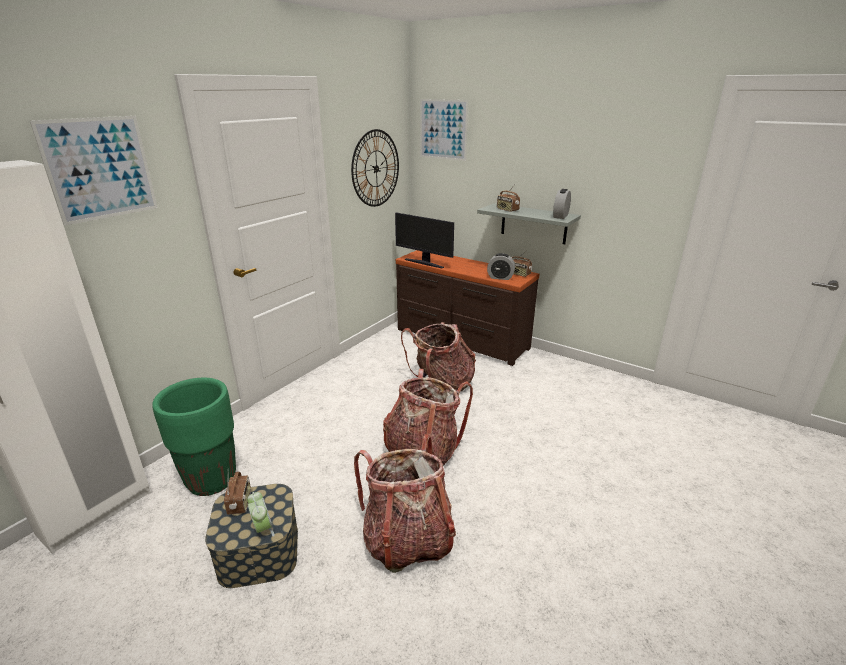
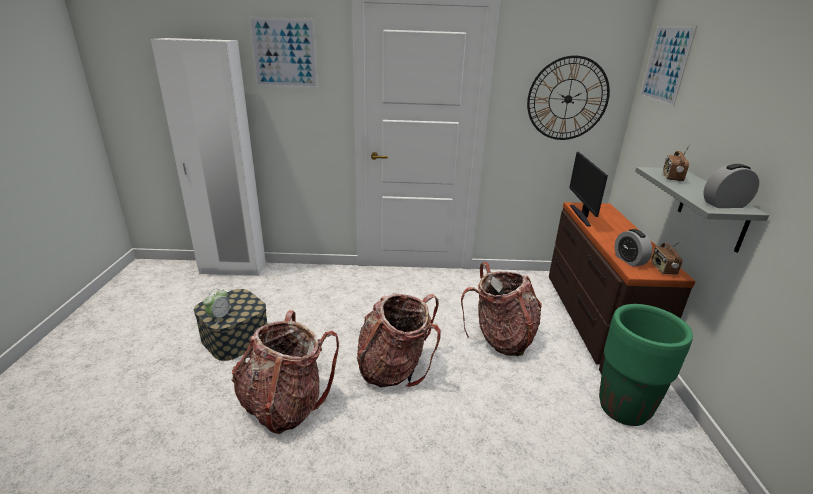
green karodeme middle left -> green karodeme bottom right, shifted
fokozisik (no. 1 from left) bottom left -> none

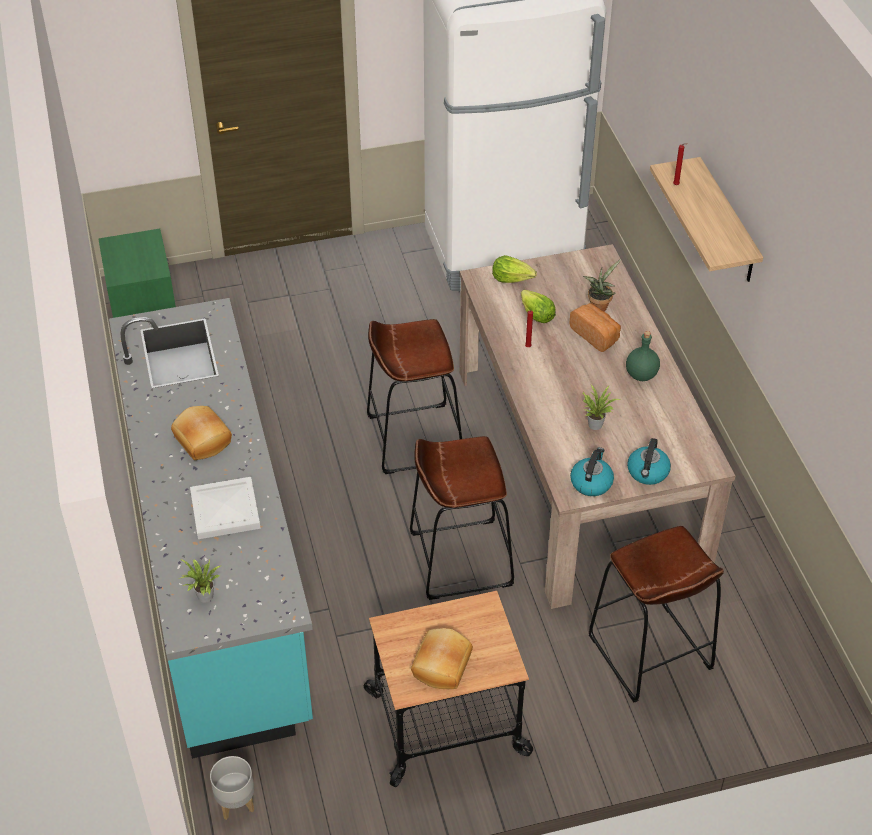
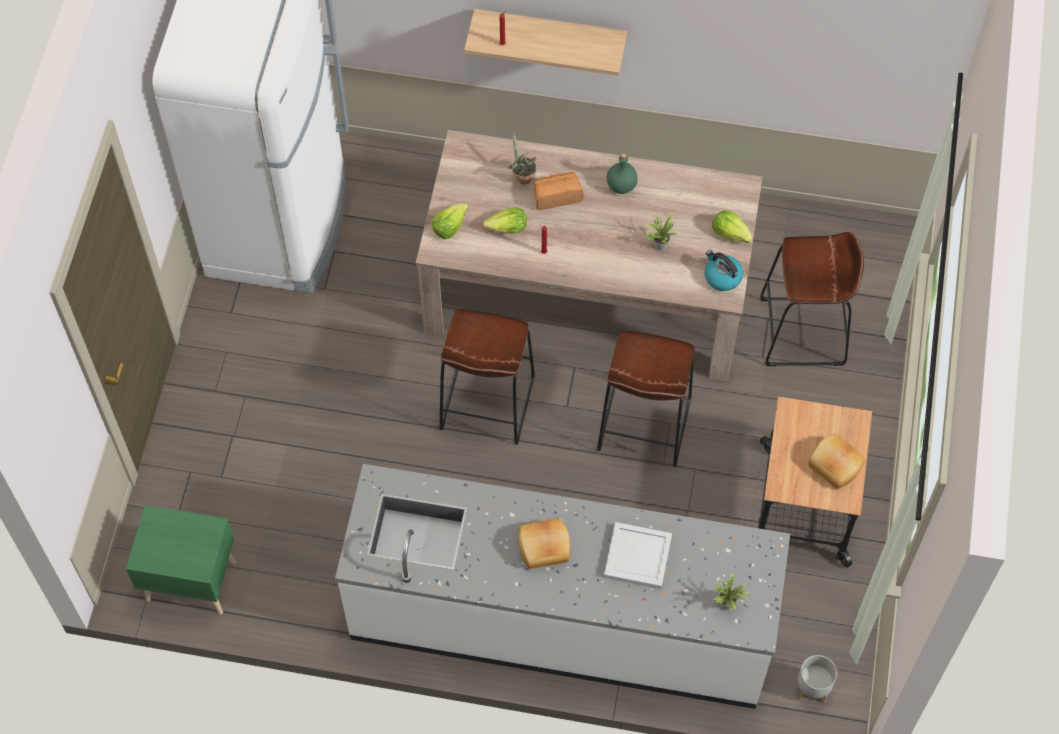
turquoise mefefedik middle left -> white mefefedik bottom centre
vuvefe (no. 2 from left) middle right -> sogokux (no. 3 from left) top right

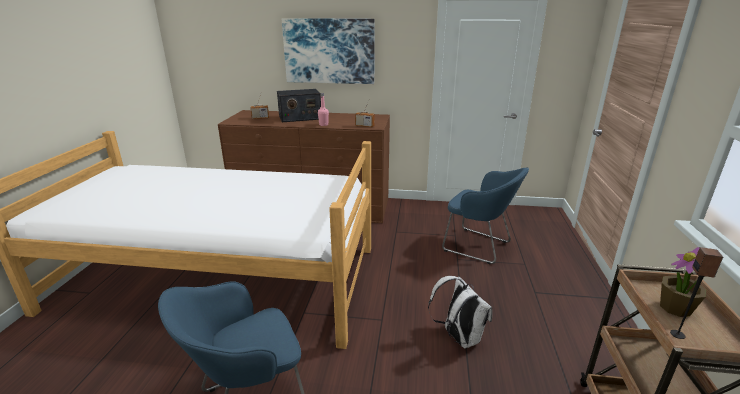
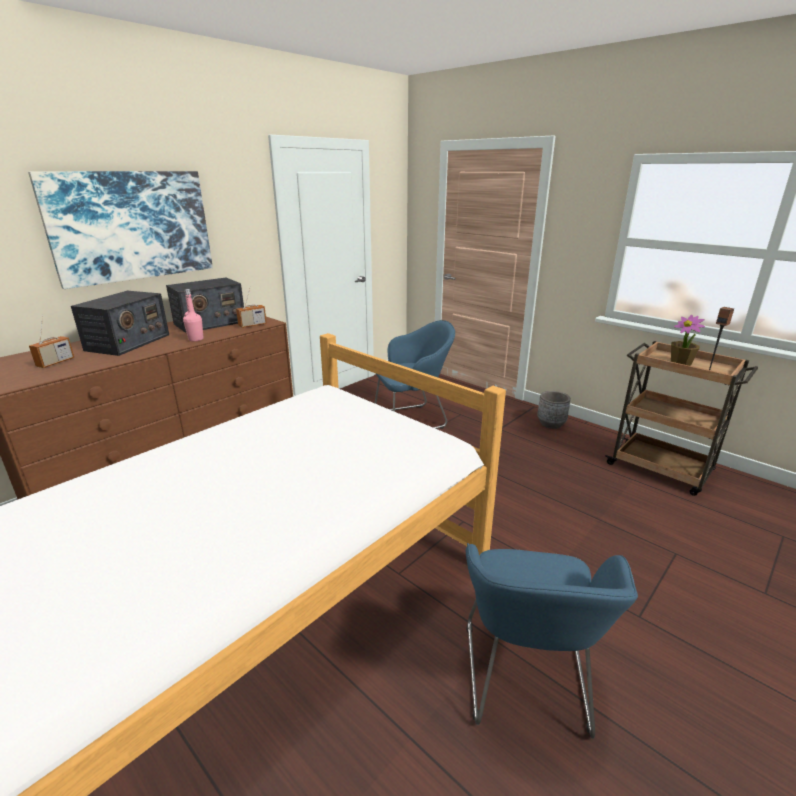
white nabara bottom centre -> none
none -> fokozisik (no. 3 from left) middle left
none -> grey karodeme middle right

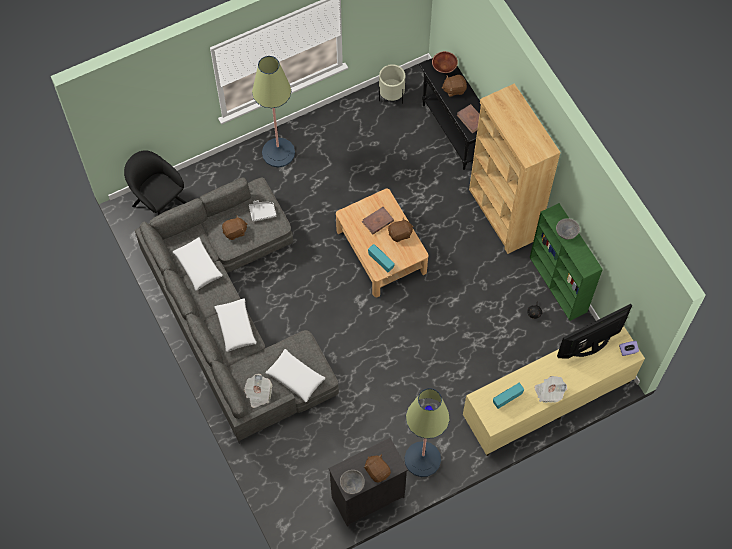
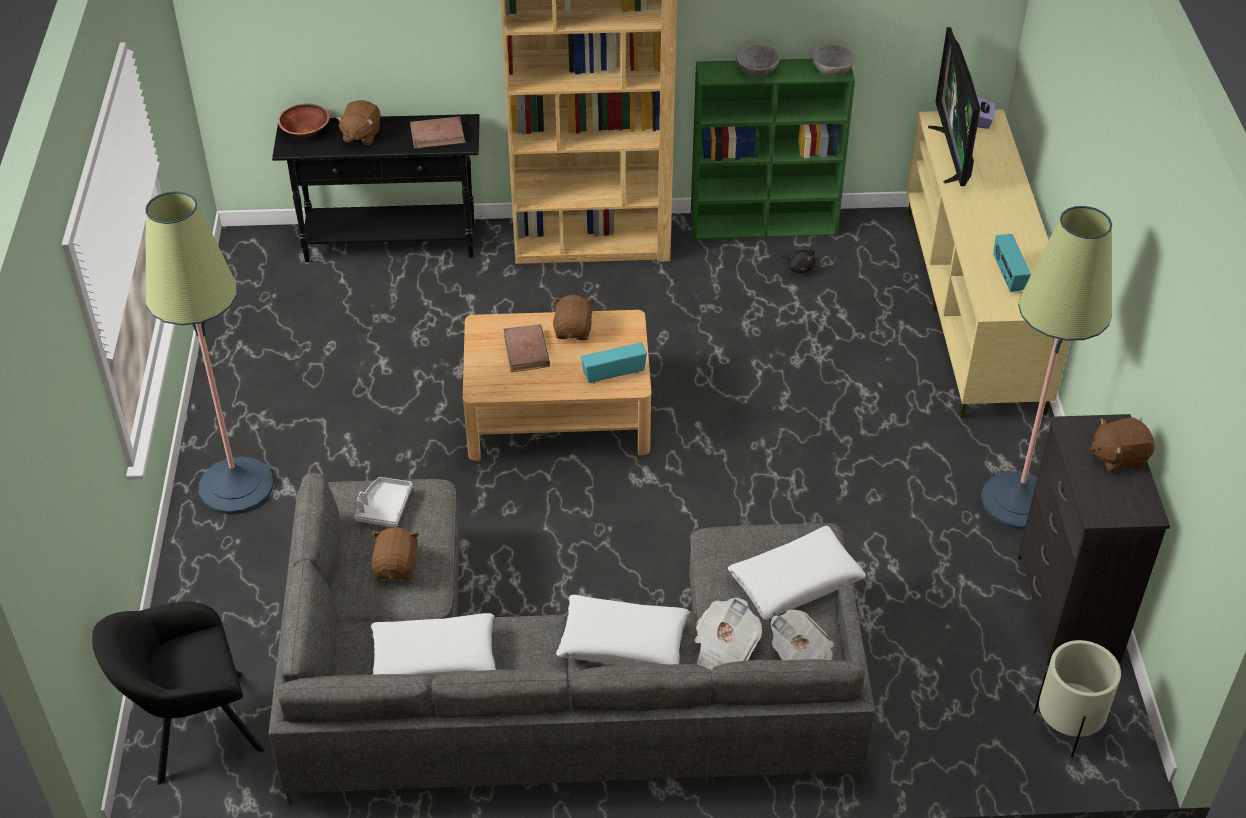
beige karodeme top centre -> beige karodeme bottom right, shifted
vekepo (no. 2 from left in the first image) bottom right -> vekepo (no. 1 from left) bottom centre, shifted
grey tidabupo (no. 1 from left in the first image) bottom centre -> grey tidabupo (no. 2 from left) top right, shifted

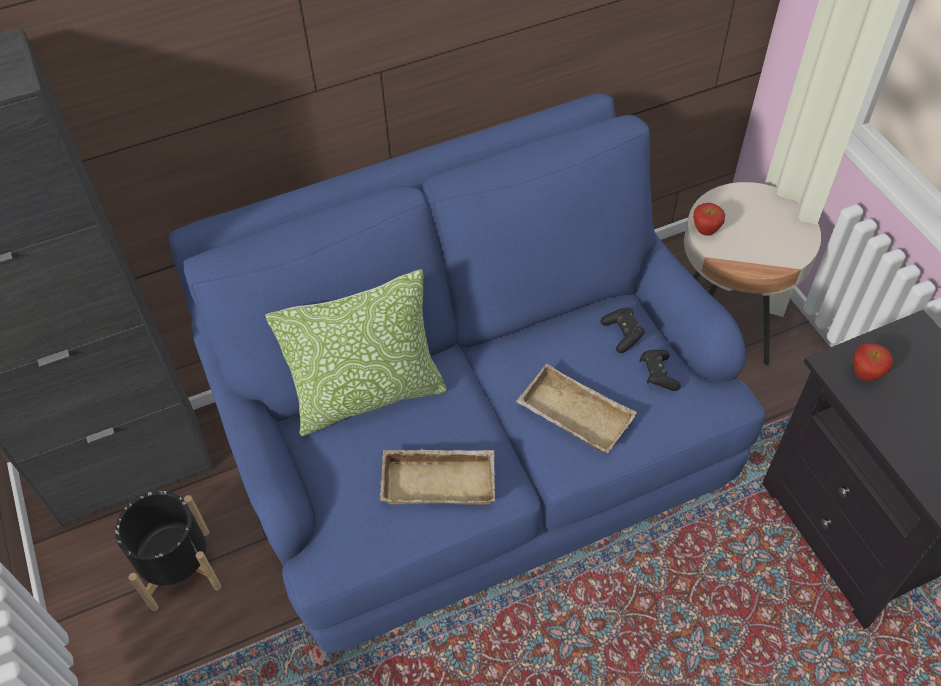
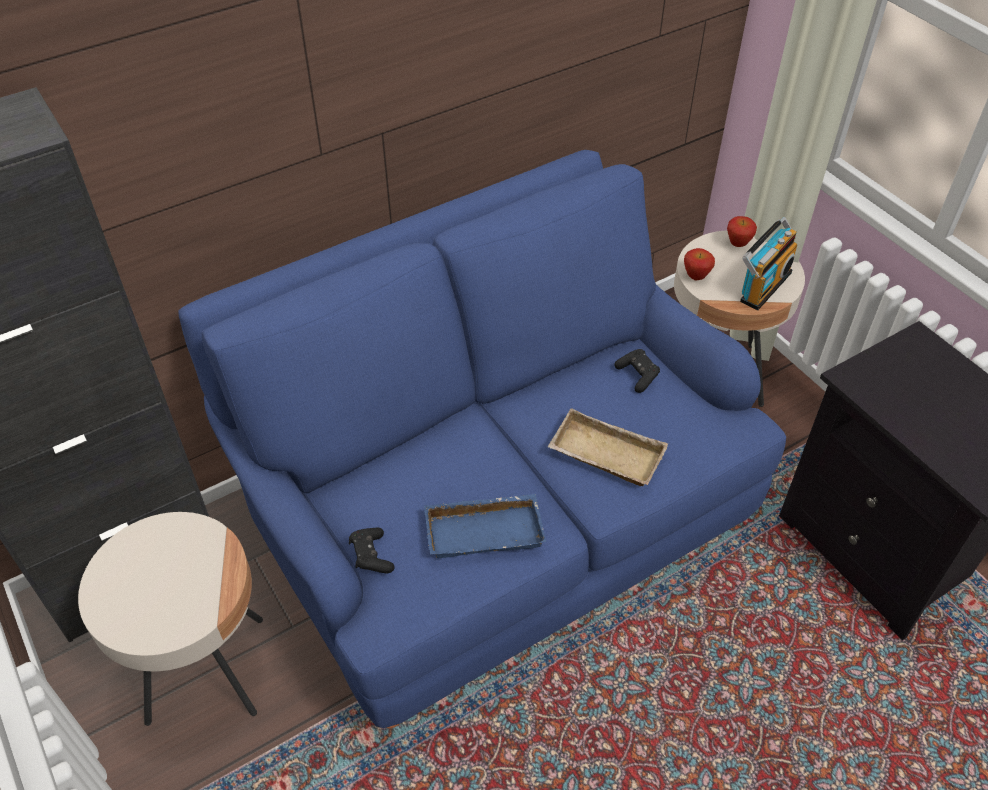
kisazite centre -> none
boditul (no. 2 from left) middle right -> boditul (no. 2 from left) top right, shifted
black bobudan (no. 2 from left in the first image) middle right -> black bobudan (no. 1 from left) bottom centre, shifted
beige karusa (no. 1 from left) bottom centre -> blue karusa centre
black karodeme bottom left -> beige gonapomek (no. 1 from left) bottom left
none -> fokozisik top right

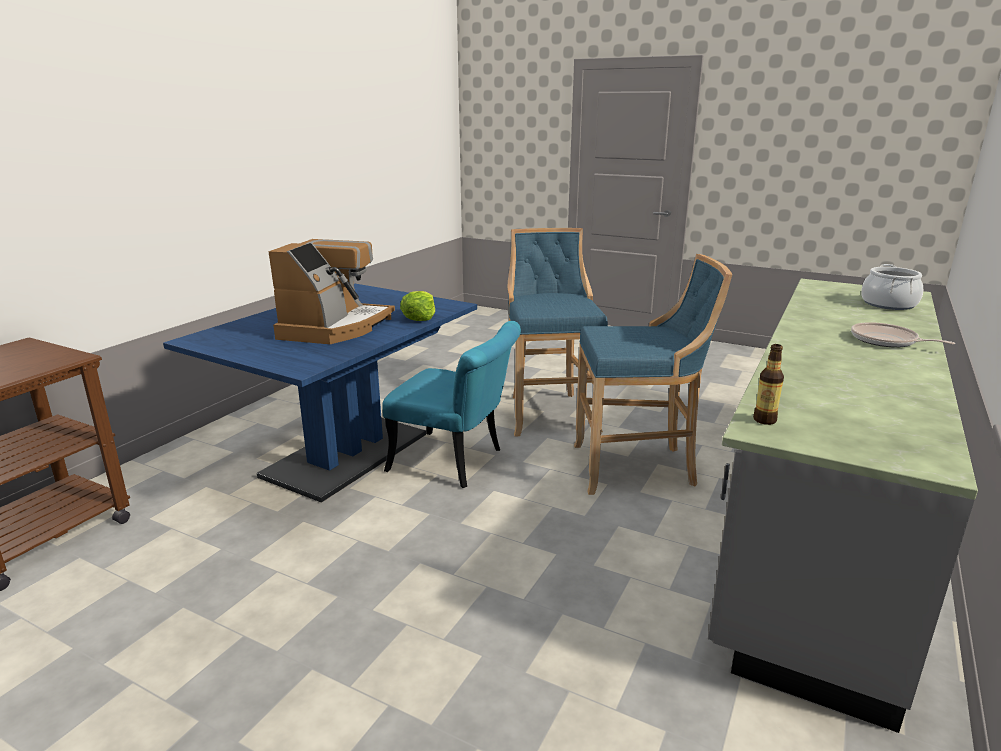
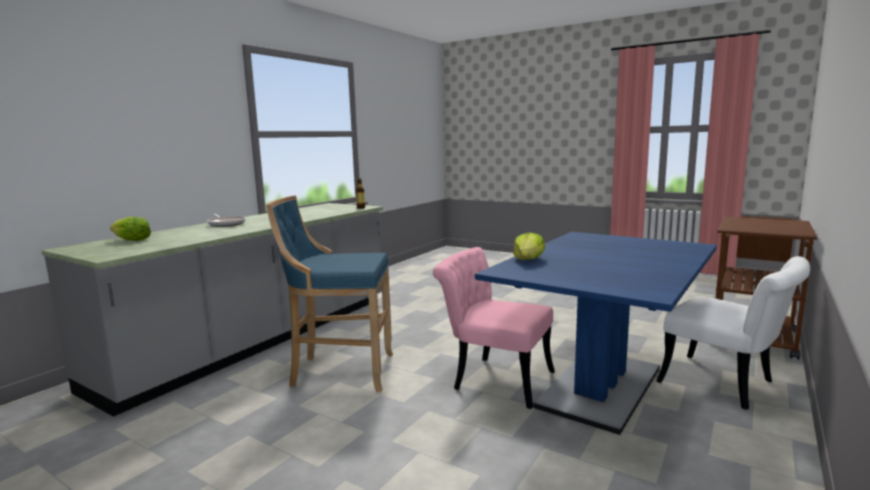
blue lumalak (no. 1 from left) centre -> none
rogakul middle left -> none
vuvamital middle right -> sogokux (no. 1 from left) middle left
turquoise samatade centre -> pink samatade bottom centre
none -> white samatade bottom right

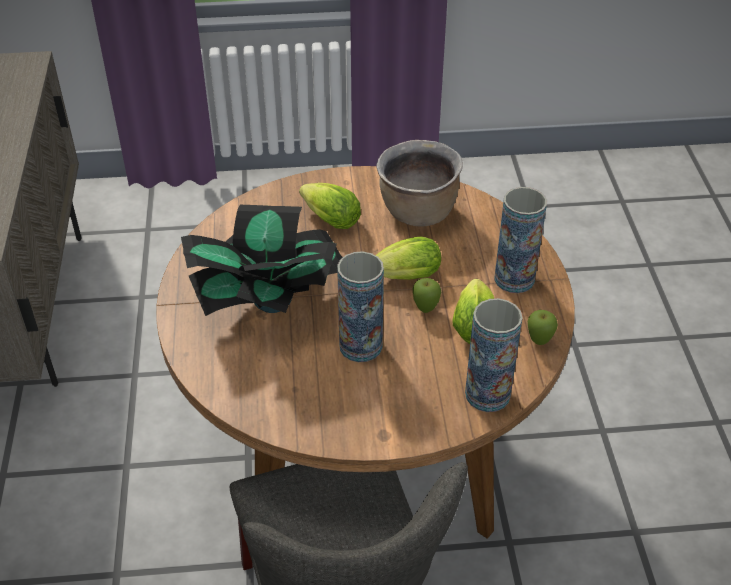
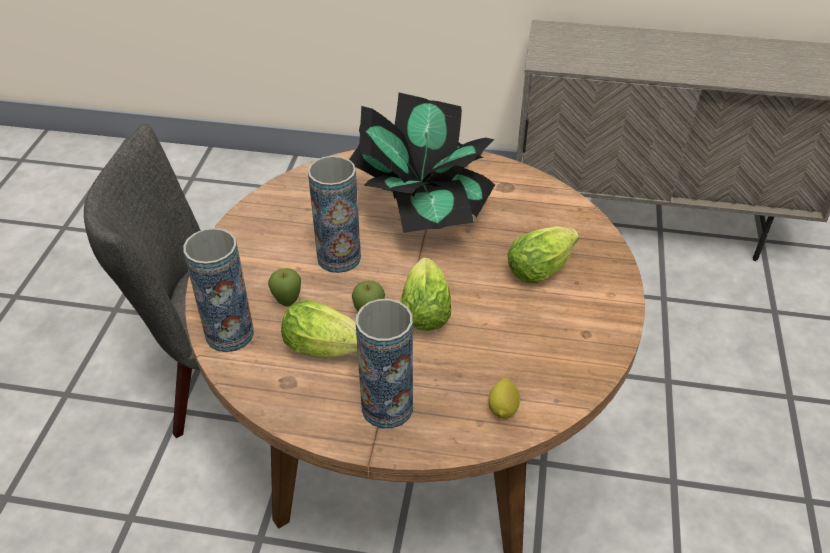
brown vuvamital top centre -> none
boditul (no. 2 from left in the first image) middle right -> boditul (no. 1 from left) centre, shifted
none -> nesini bottom centre

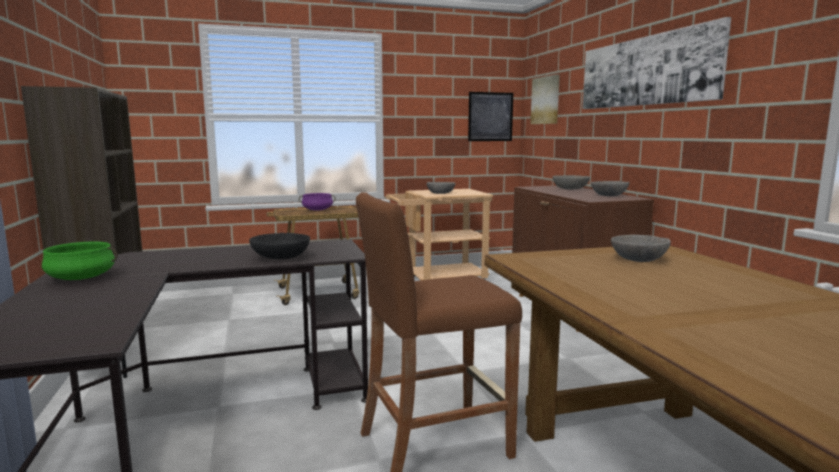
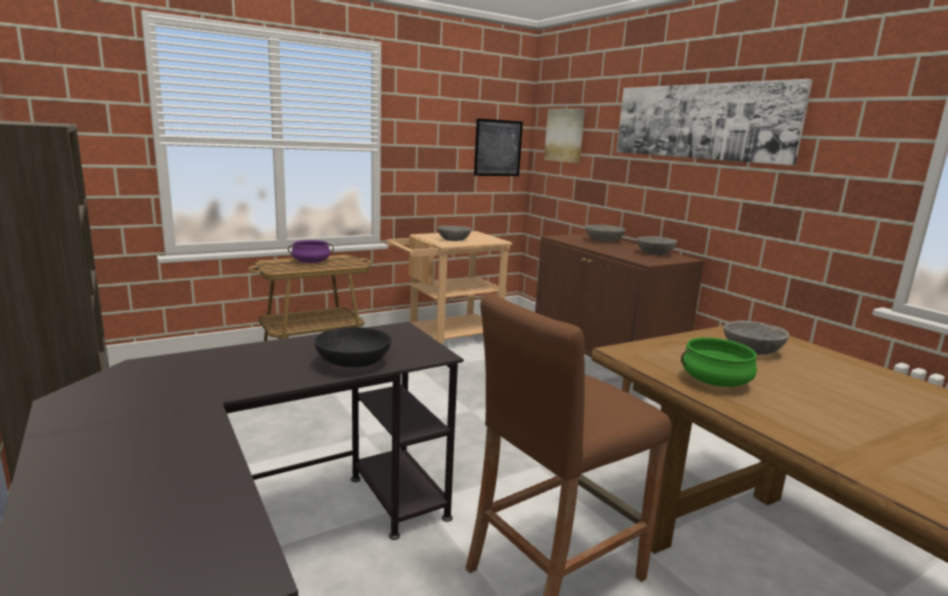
green vuvamital middle left -> green vuvamital middle right, shifted

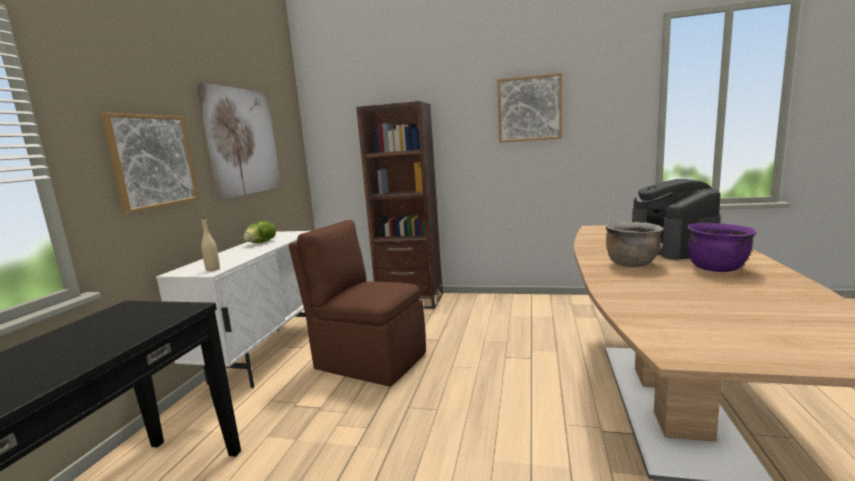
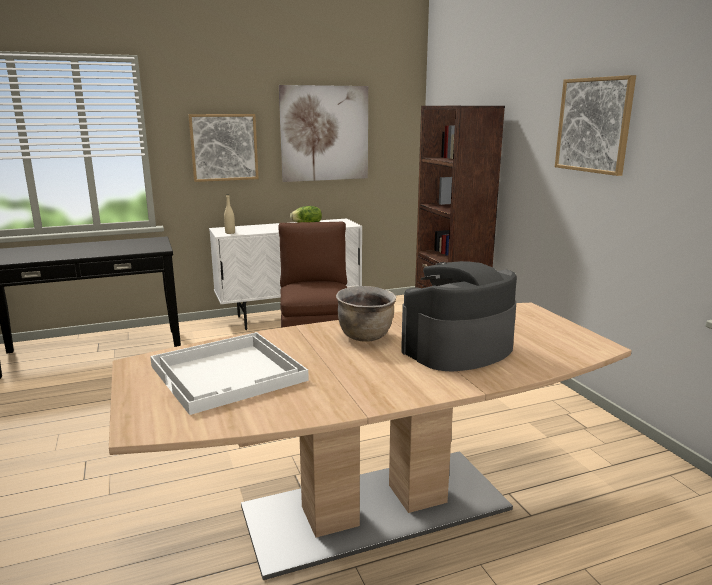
purple vuvamital middle right -> none
none -> white karusa middle left

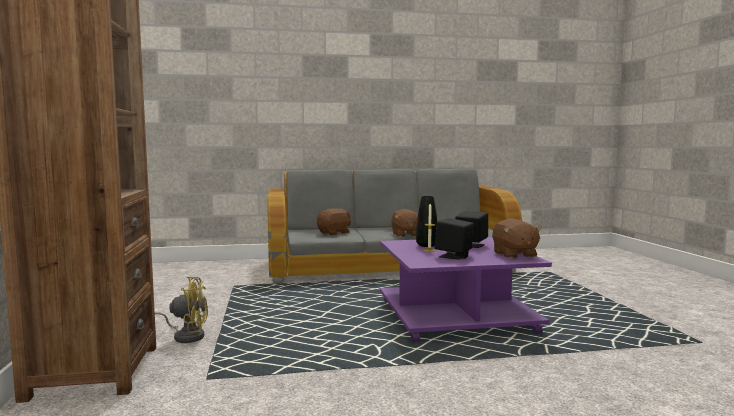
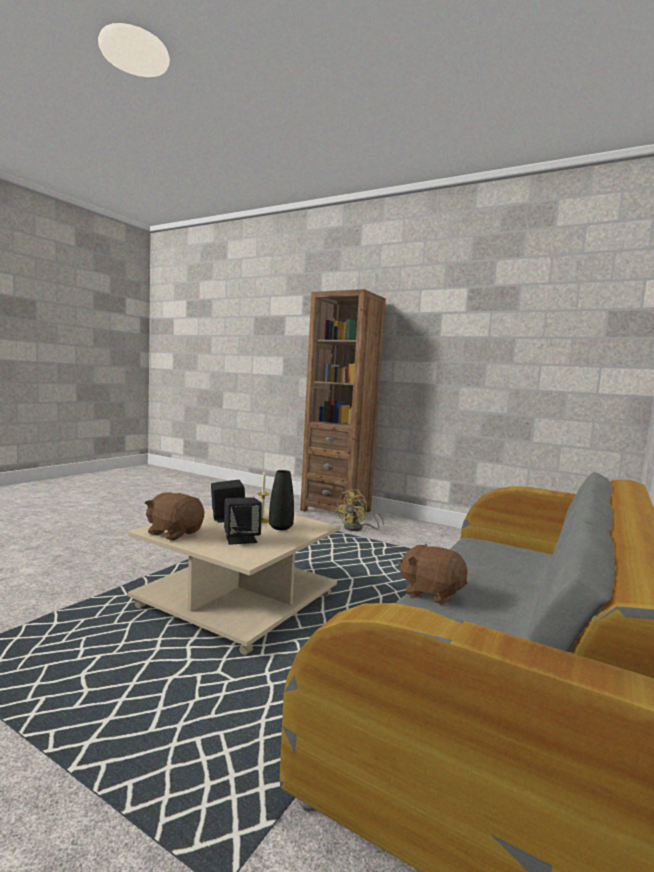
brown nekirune (no. 1 from left) centre -> none
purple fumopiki bottom centre -> beige fumopiki centre

